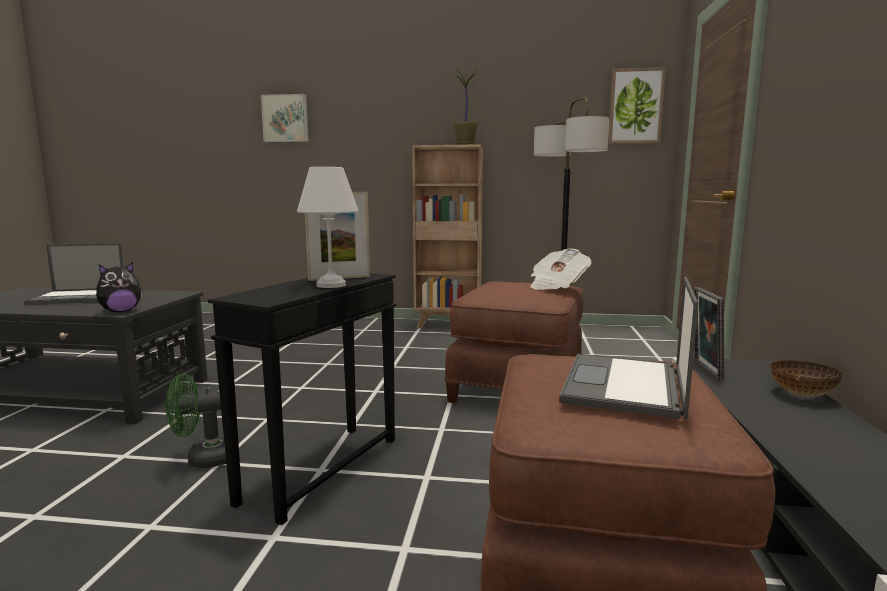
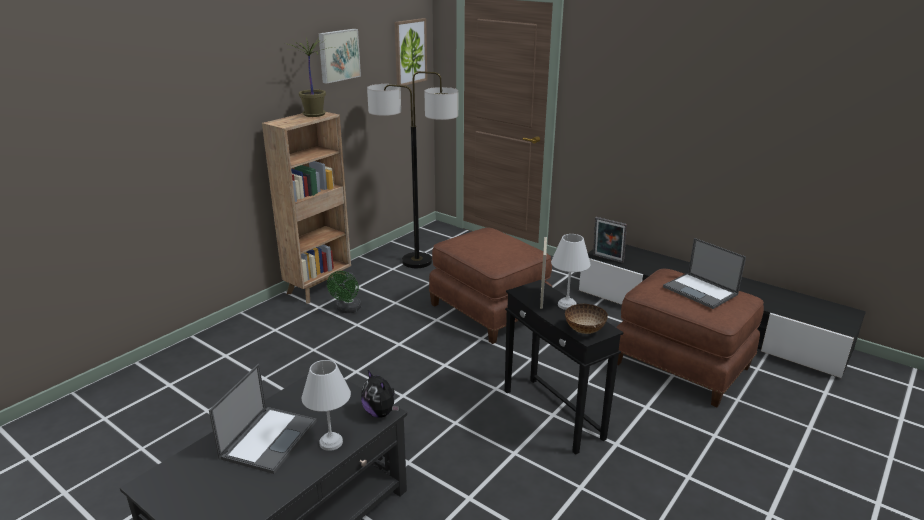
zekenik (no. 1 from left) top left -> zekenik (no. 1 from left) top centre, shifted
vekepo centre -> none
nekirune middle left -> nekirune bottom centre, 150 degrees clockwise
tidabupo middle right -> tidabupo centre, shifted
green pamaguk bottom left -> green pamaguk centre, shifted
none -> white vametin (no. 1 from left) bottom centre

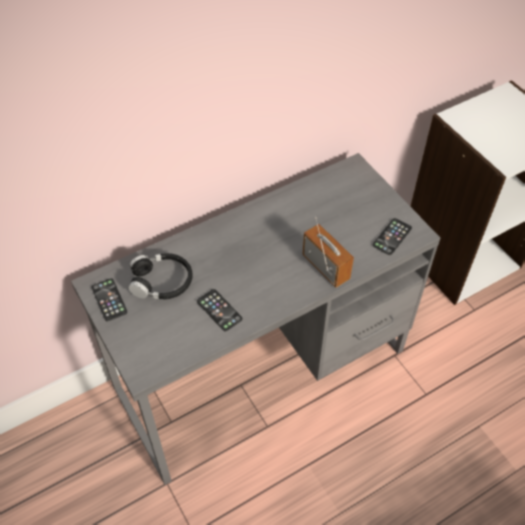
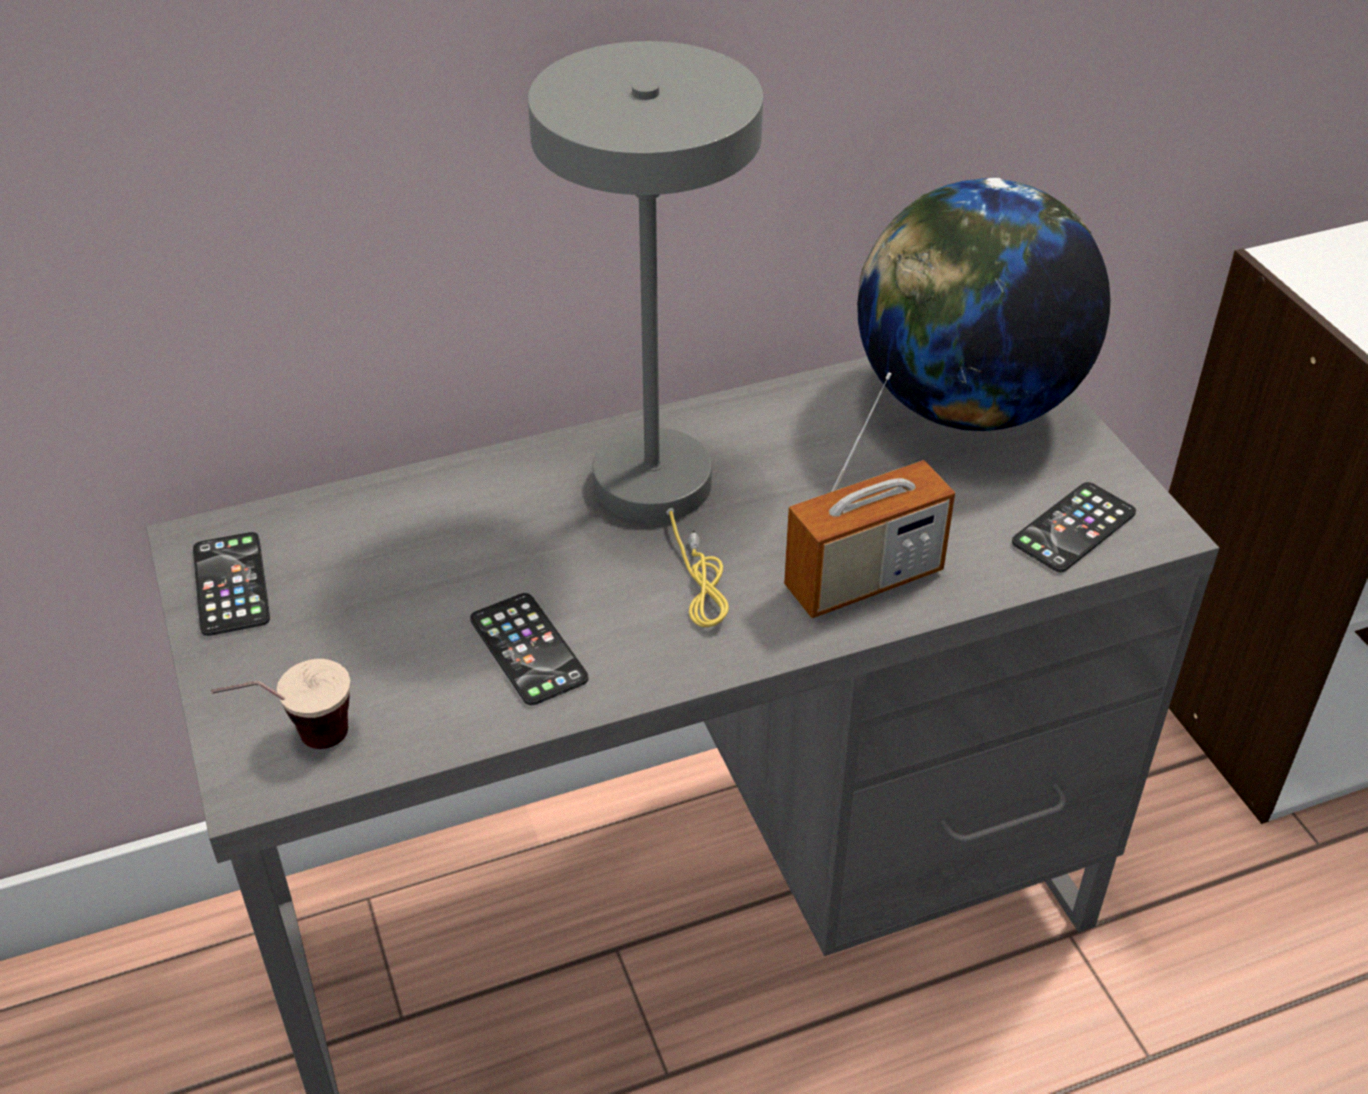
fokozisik centre, 90 degrees clockwise
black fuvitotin middle left -> none
none -> grey vametin top centre
none -> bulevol top right
none -> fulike middle left

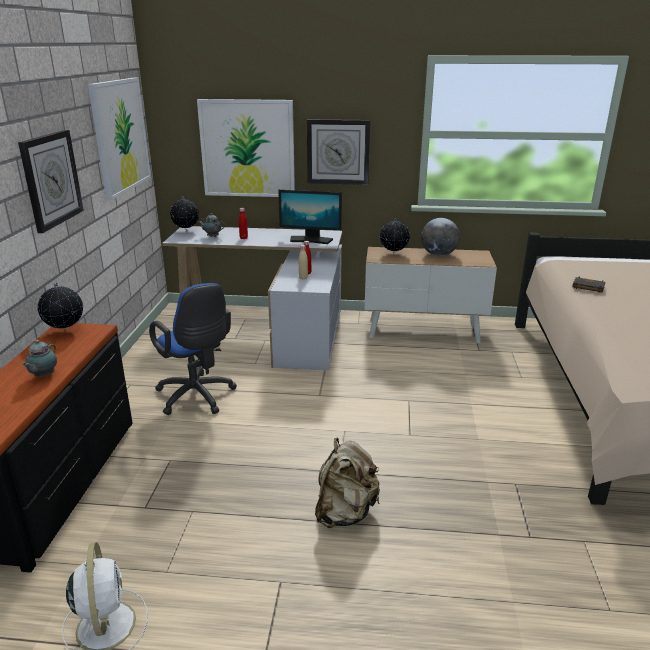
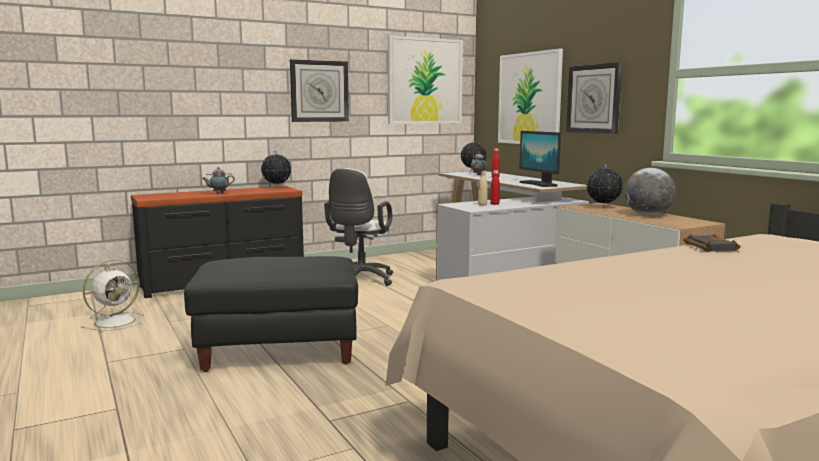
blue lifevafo middle left -> white lifevafo centre
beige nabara bottom centre -> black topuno bottom left

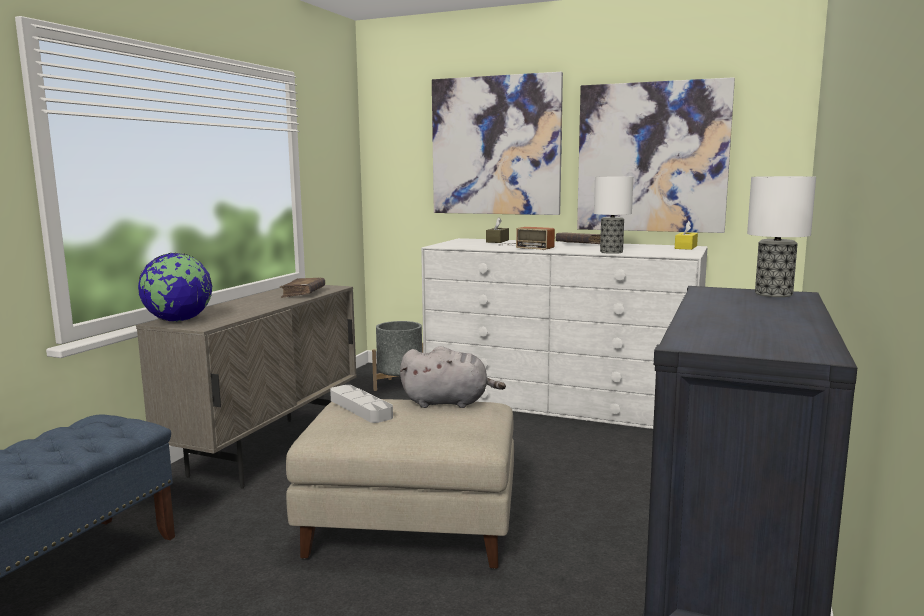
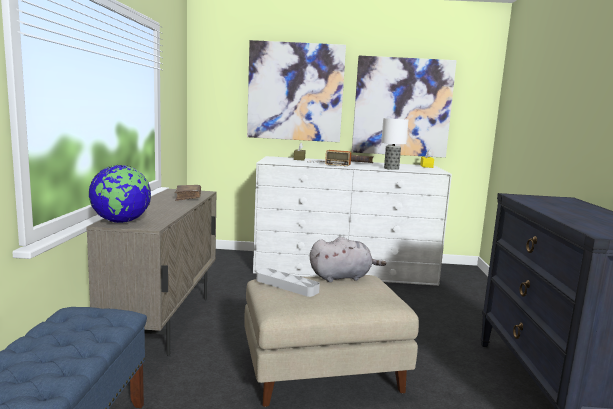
vametin (no. 2 from left) middle right -> none
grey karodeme centre -> none

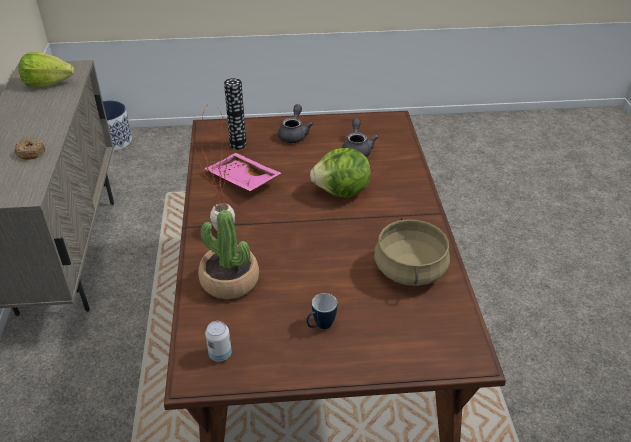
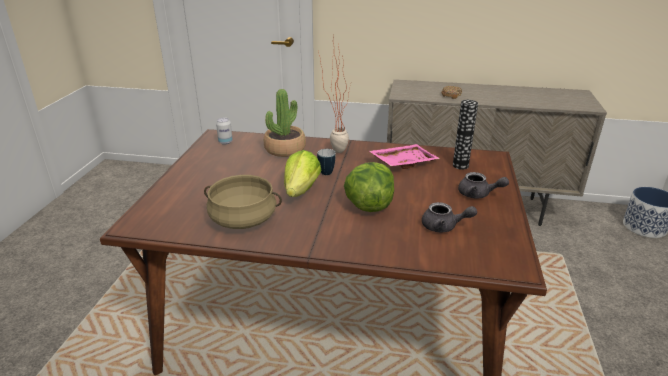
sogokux (no. 1 from left) top left -> sogokux (no. 1 from left) centre, shifted
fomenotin bottom centre -> fomenotin centre, shifted

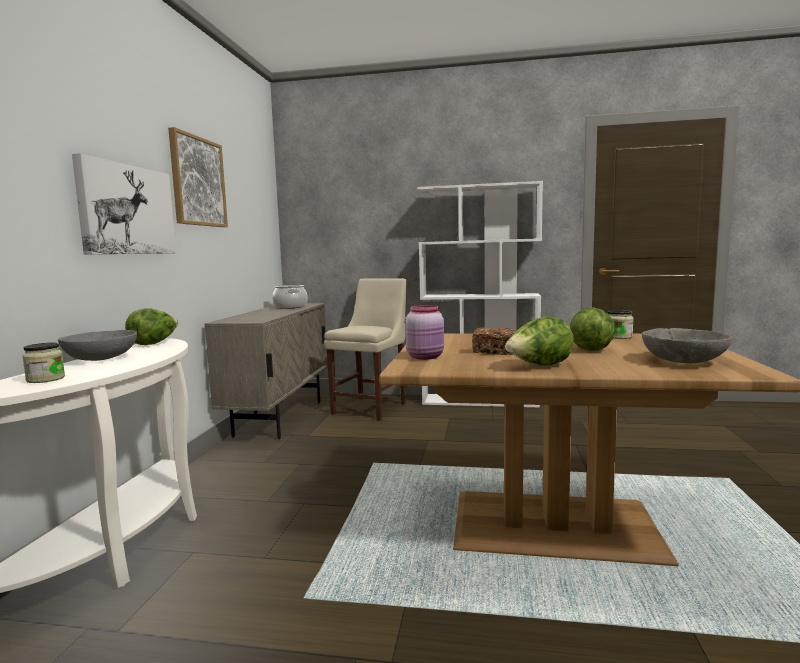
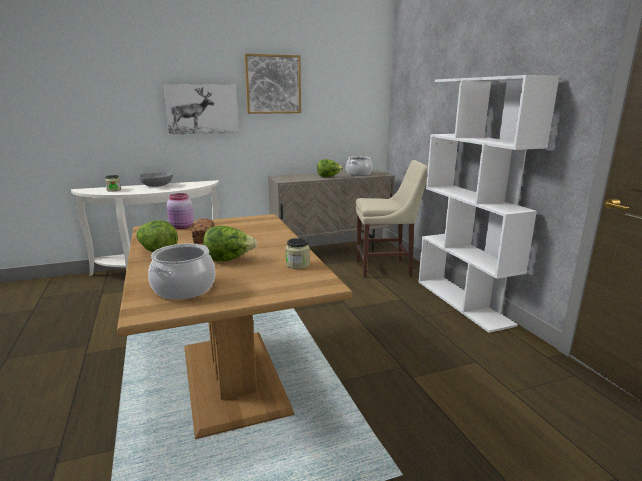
sogokux (no. 1 from left in the first image) middle left -> sogokux (no. 3 from left) centre, shifted
grey tidabupo (no. 2 from left) middle right -> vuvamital (no. 1 from left) middle left

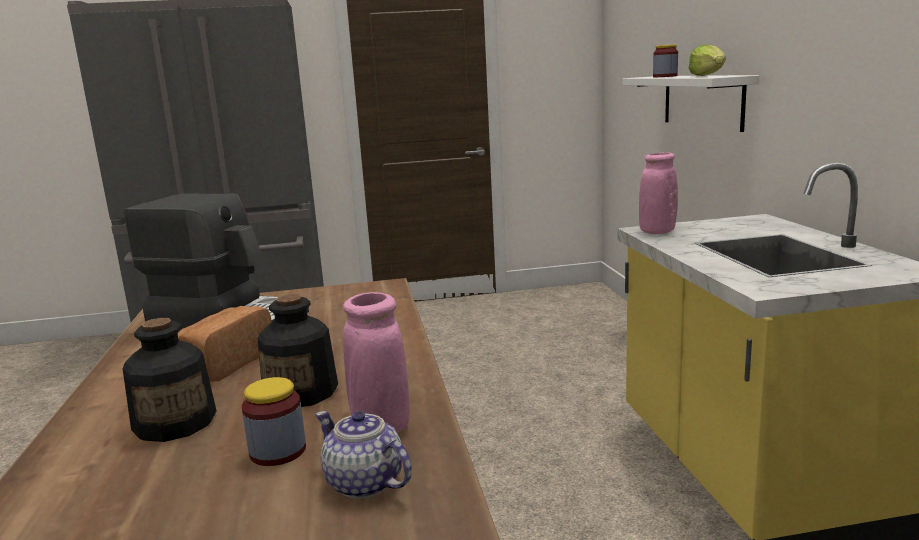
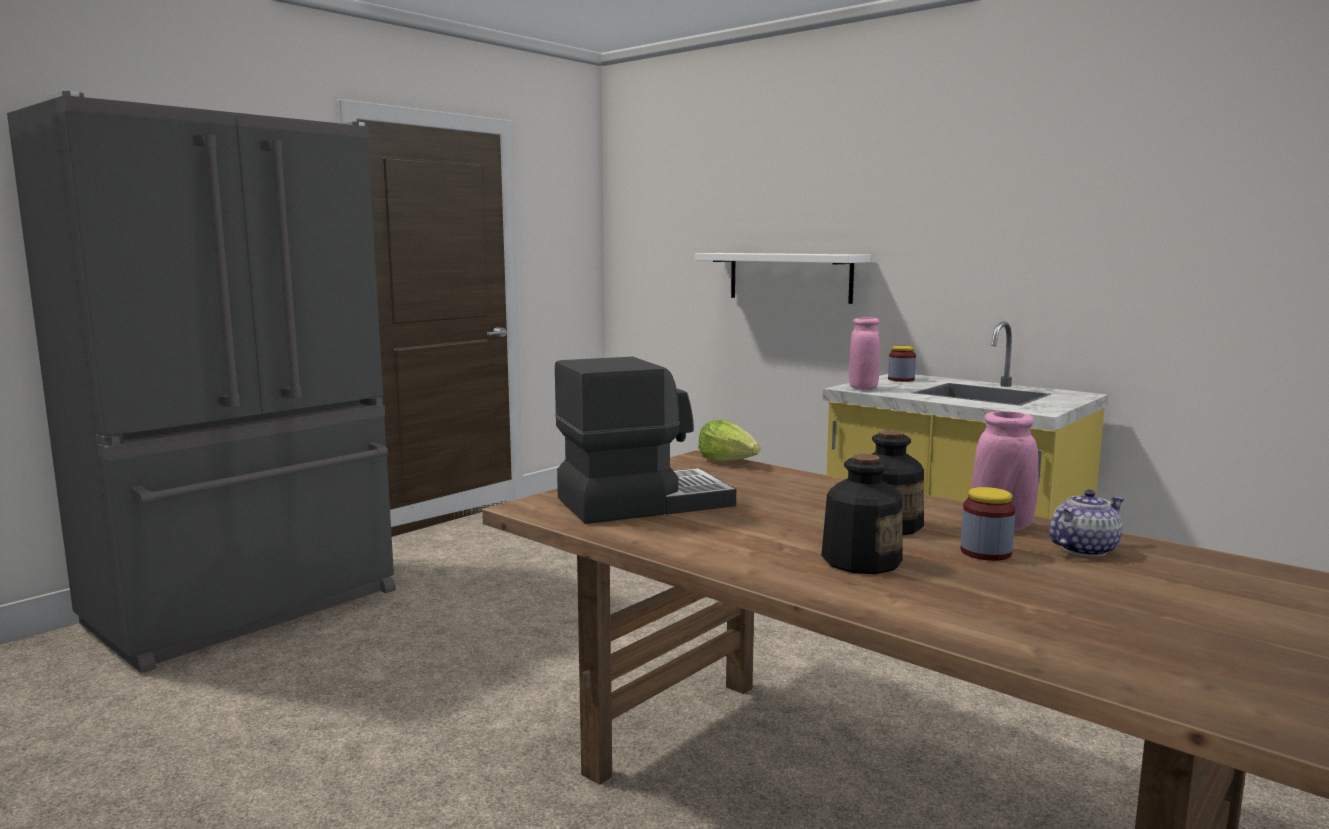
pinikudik (no. 2 from left in the first image) top right -> pinikudik (no. 1 from left) middle right, shifted
sogokux top right -> sogokux centre, shifted
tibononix middle left -> none
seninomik bottom centre -> seninomik middle right, 150 degrees clockwise

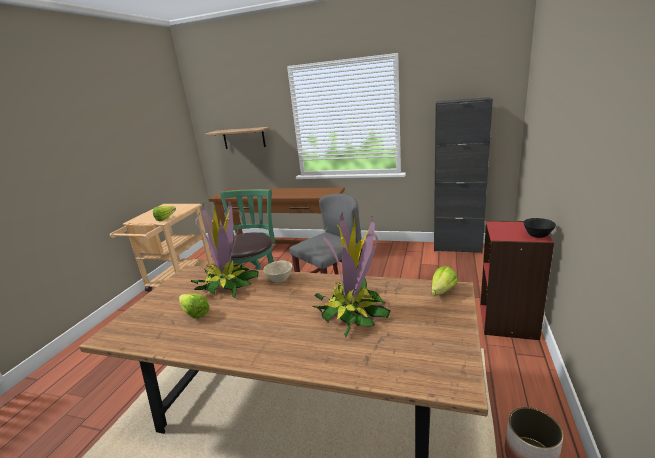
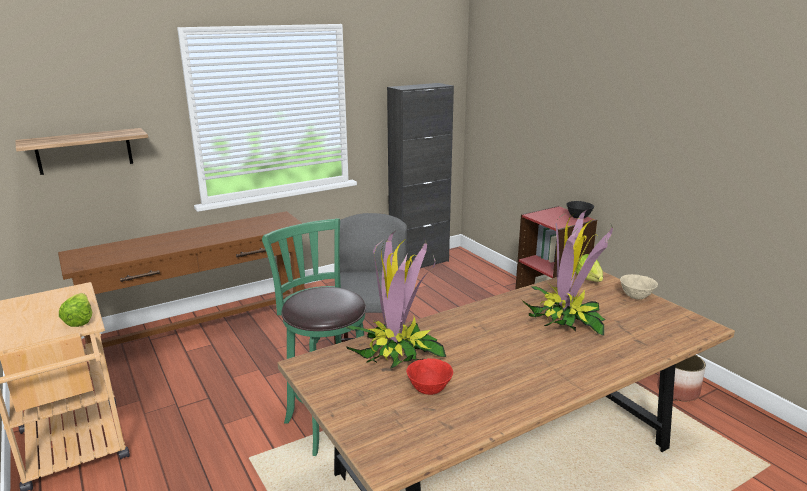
beige tidabupo centre -> beige tidabupo middle right, shifted
sogokux (no. 2 from left) bottom left -> red tidabupo bottom centre

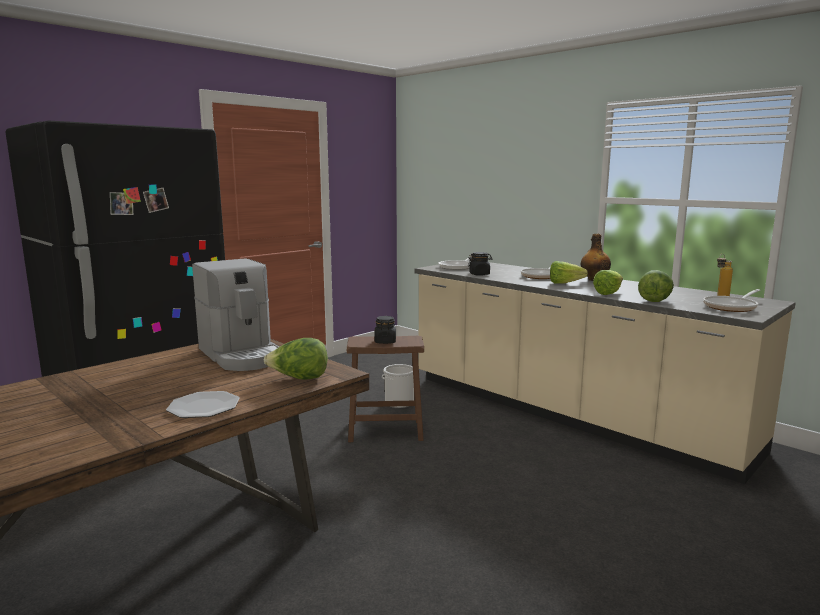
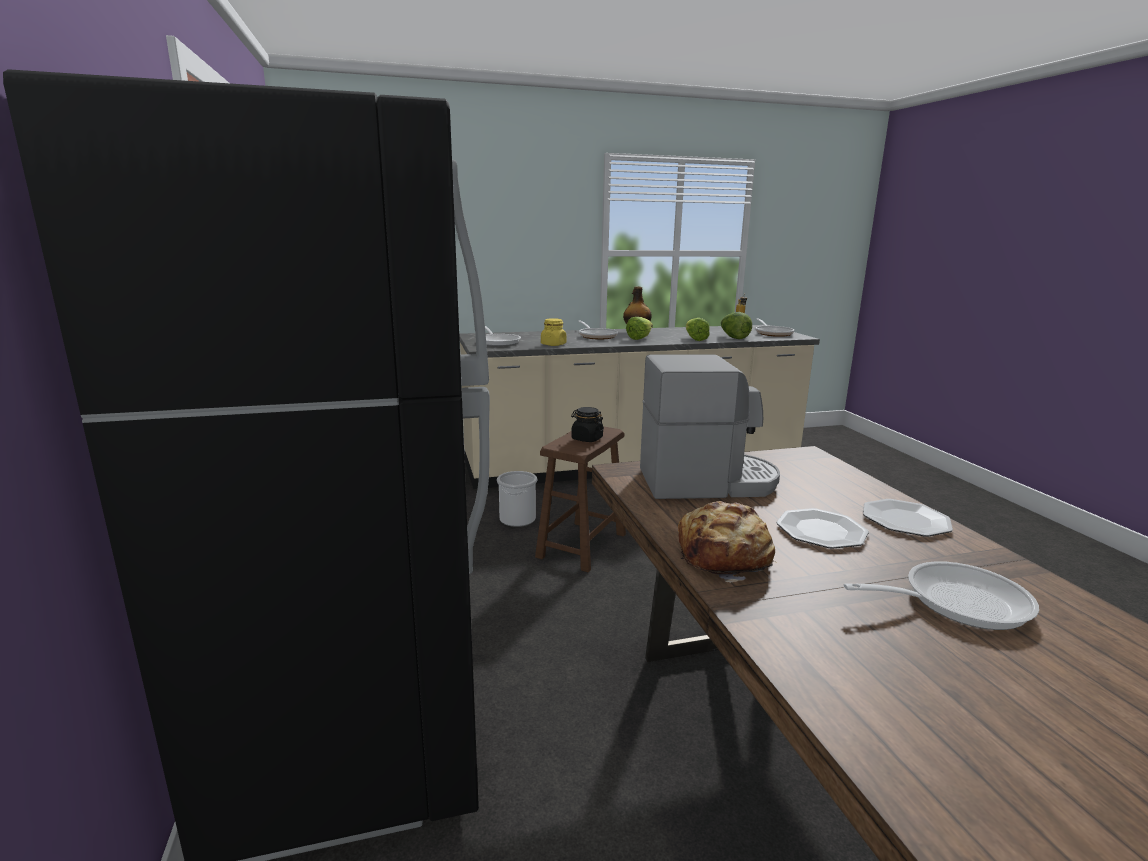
black pinikudik (no. 2 from left) centre -> yellow pinikudik centre
sogokux (no. 1 from left) centre -> none
none -> tibononix centre
none -> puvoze (no. 1 from left) middle right
none -> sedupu (no. 4 from left) bottom right

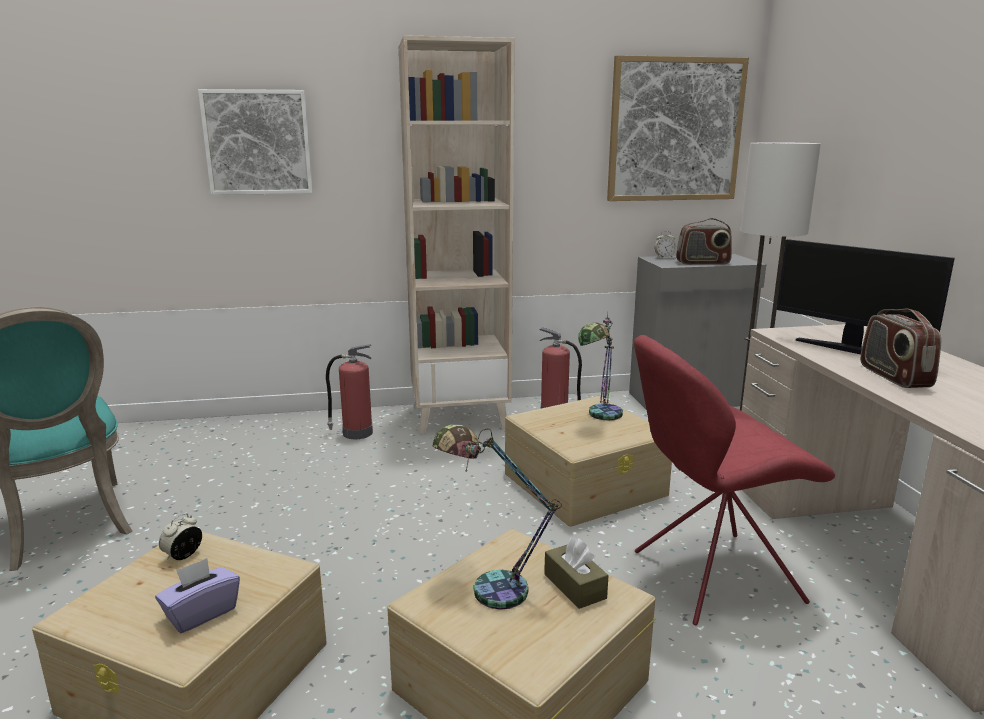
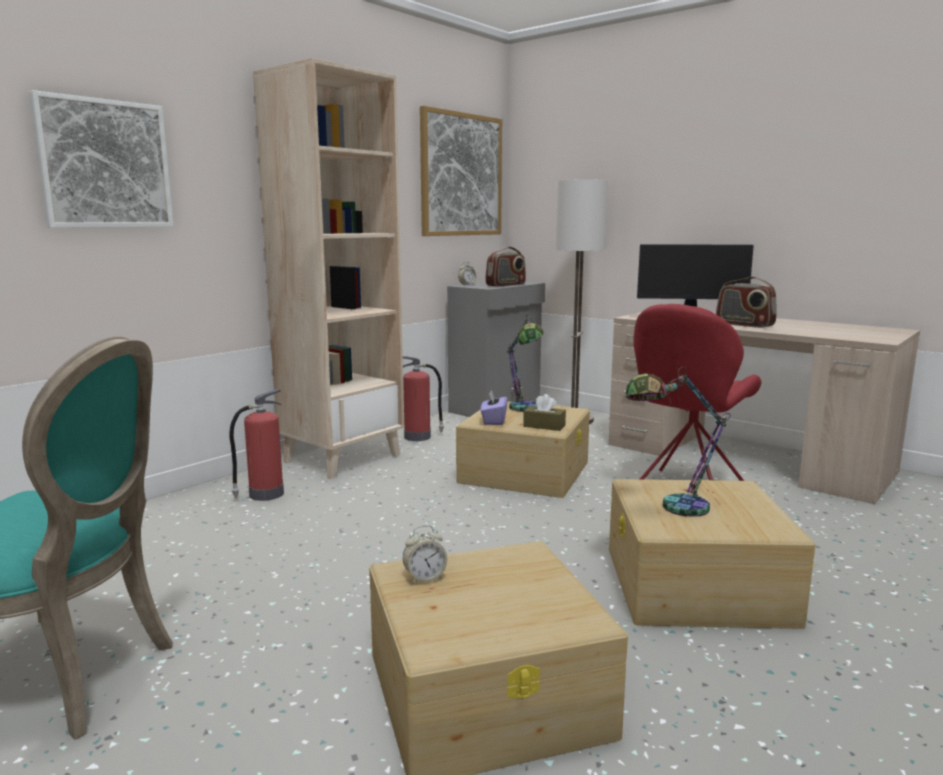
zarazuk (no. 1 from left) bottom left -> zarazuk (no. 1 from left) bottom centre, 105 degrees counterclockwise
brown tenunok bottom centre -> brown tenunok centre, shifted
purple tenunok bottom left -> purple tenunok centre, shifted

